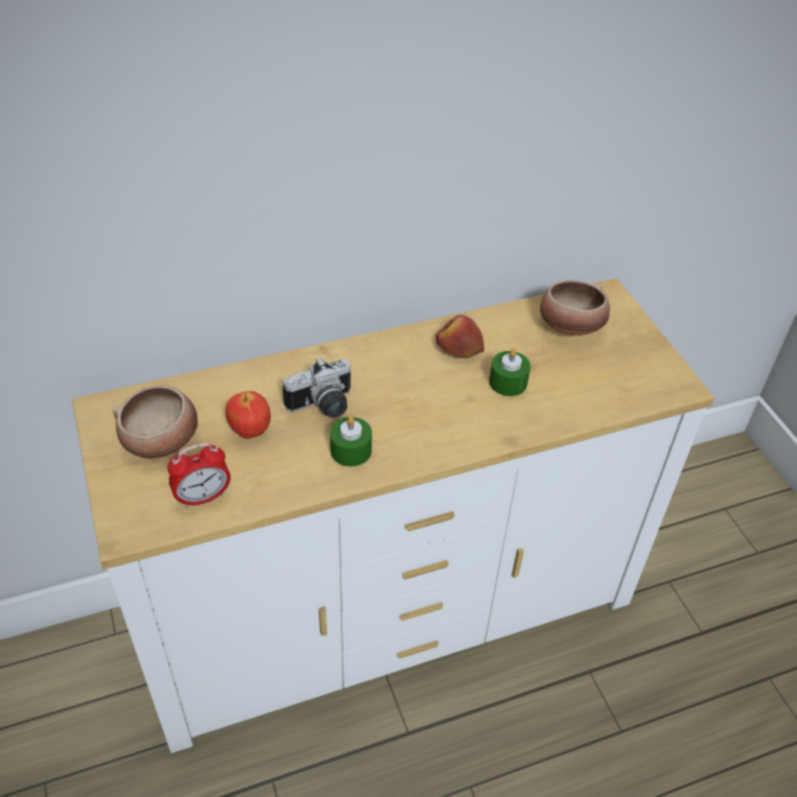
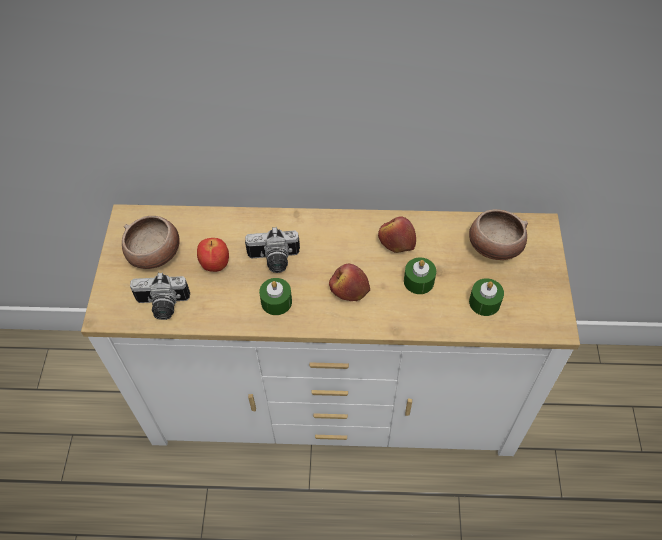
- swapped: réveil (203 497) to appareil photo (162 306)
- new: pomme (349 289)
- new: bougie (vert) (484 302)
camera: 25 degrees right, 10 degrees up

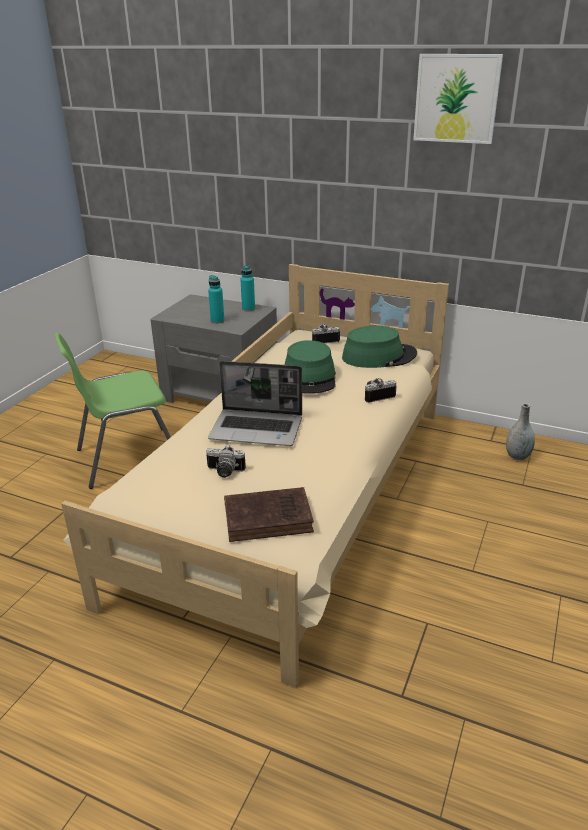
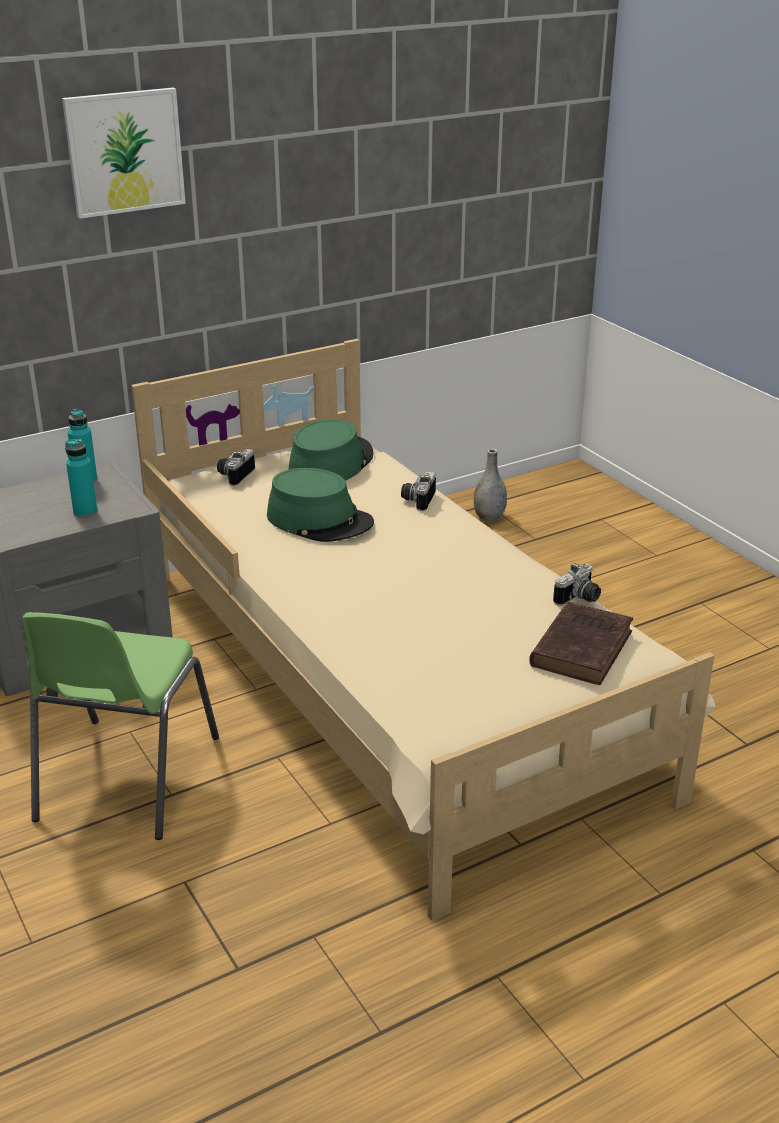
- shifted: tableau (456 98) to (125 152)
- gone: ordinateur portable (258 429)
- shifted: appareil photo (224 472) to (579 599)
camera: 55 degrees left, 0 degrees up

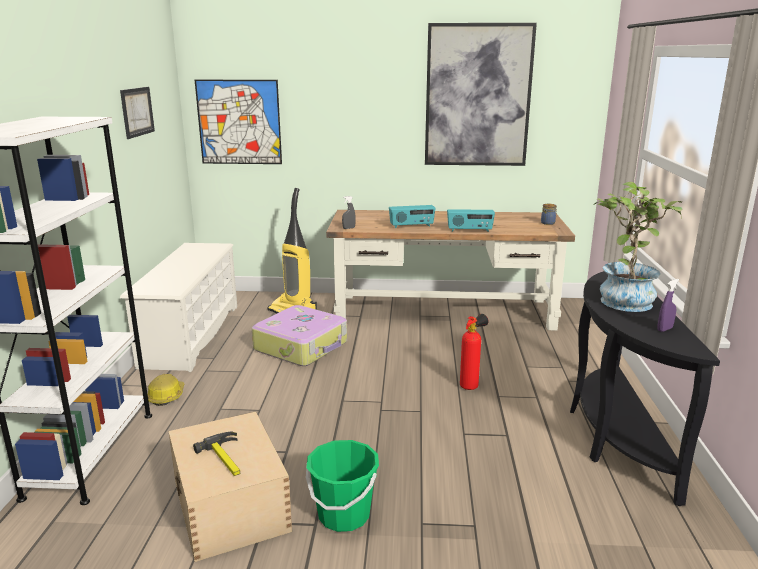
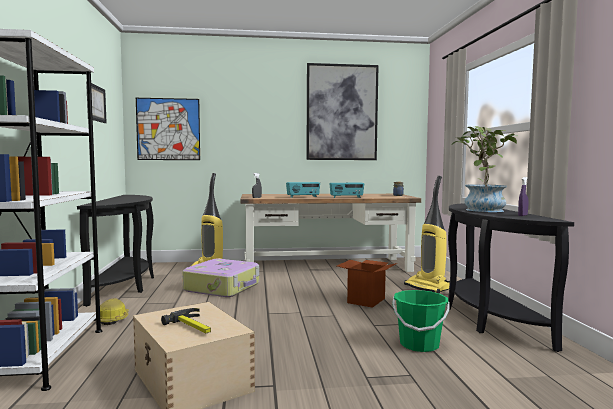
- swapped: étagère à chaussures (blanc) (191 335) to table console (noir) (126 285)
- swapped: extincteur (471 385) to carton (366 300)
- shifted: seau (vert) (343 515) to (419 344)
- new: aspirateur (427 287)
camera: 10 degrees left, 15 degrees down

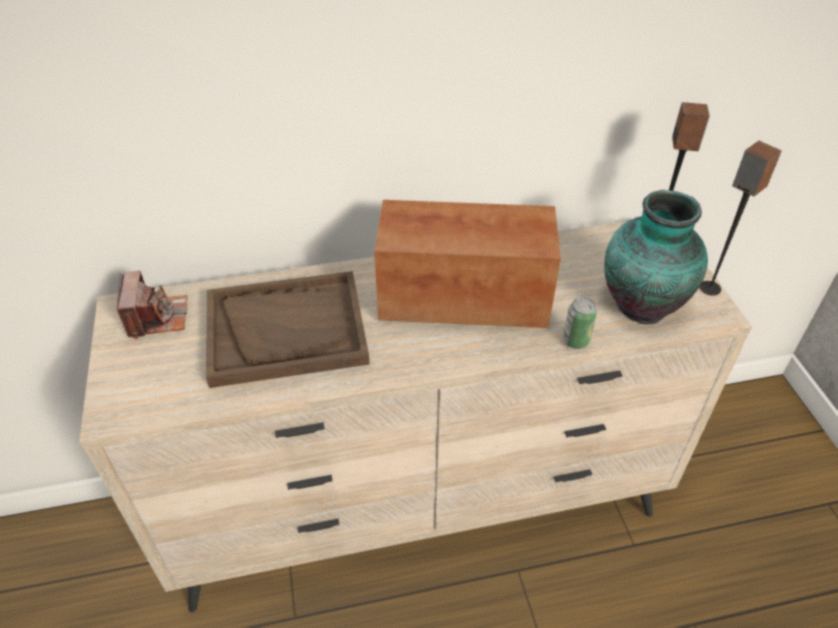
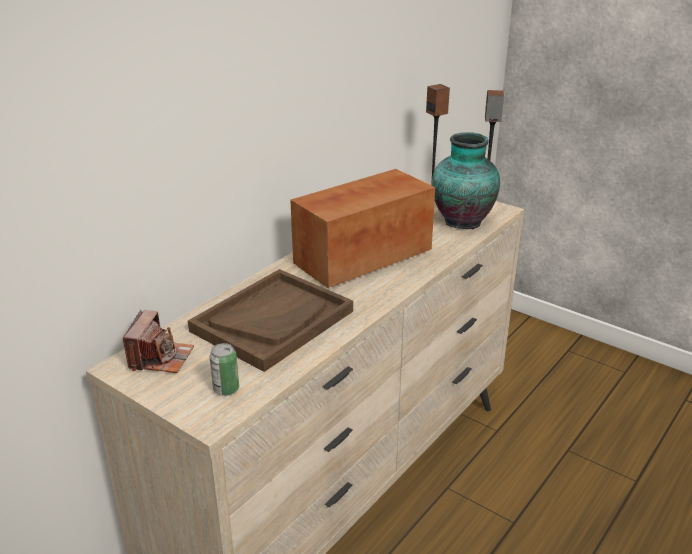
- rotated: appareil photo (157 317) = (160 358) 60 degrees clockwise
- shifted: boîte métallique (575 341) to (226 389)
camera: 40 degrees left, 15 degrees down

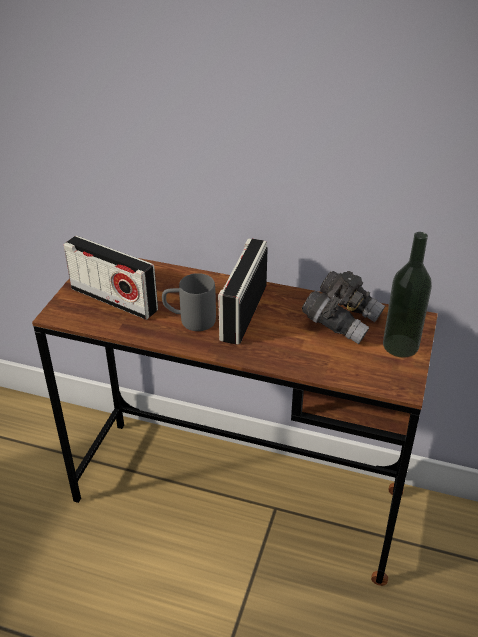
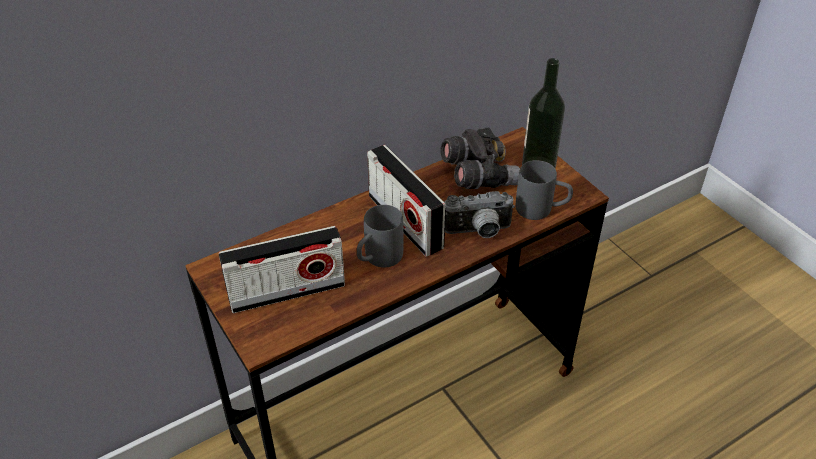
- new: mug (gris) (541 210)
- new: appareil photo (478 232)
camera: 50 degrees left, 5 degrees up

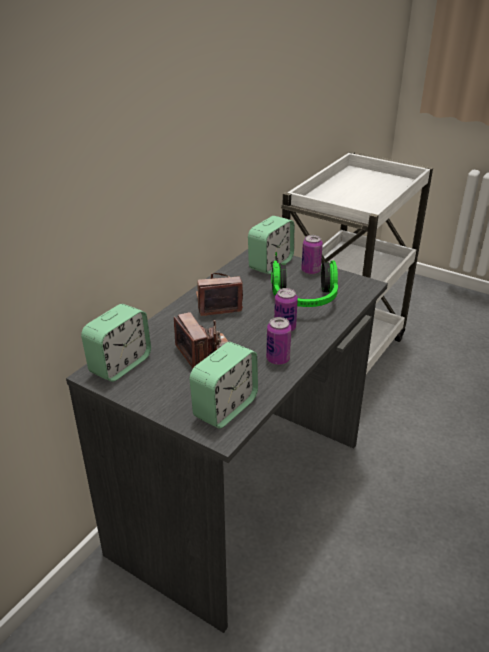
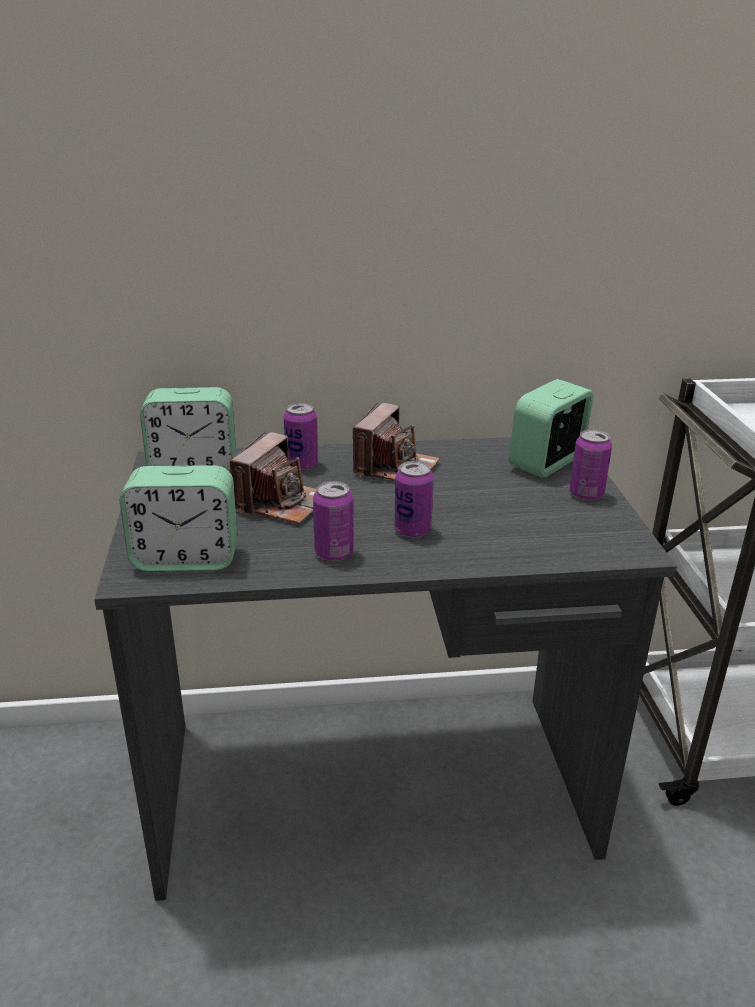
- rotated: réveil (270 264) = (547 463) 135 degrees clockwise
- gone: casque audio (304 300)
- rotated: appareil photo (217 304) = (395 468) 75 degrees clockwise
- new: boîte métallique (302 465)
camera: 50 degrees right, 5 degrees down

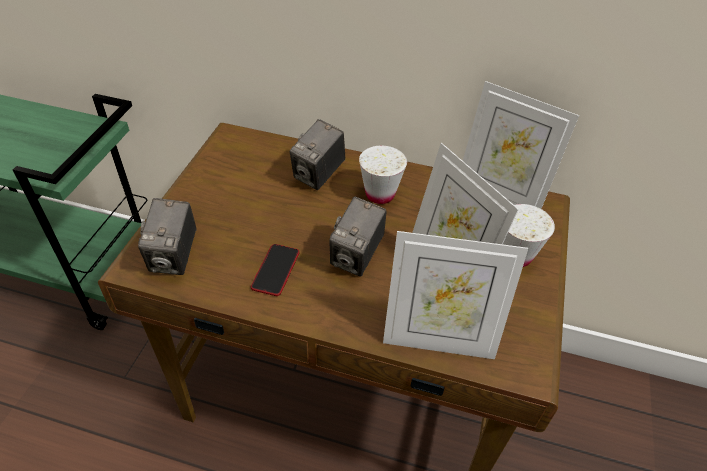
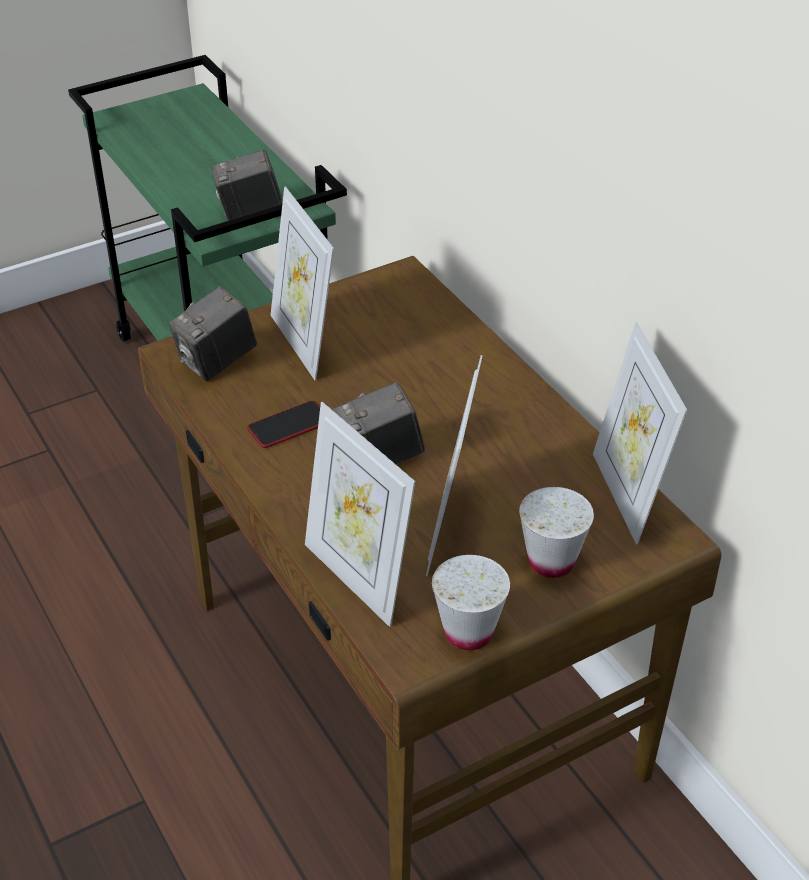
- shifted: appareil photo (318 175) to (250 213)
- shifted: tasse (blanc) (380 194) to (468 632)
- new: cadre photo (303 343)
camera: 45 degrees right, 5 degrees down

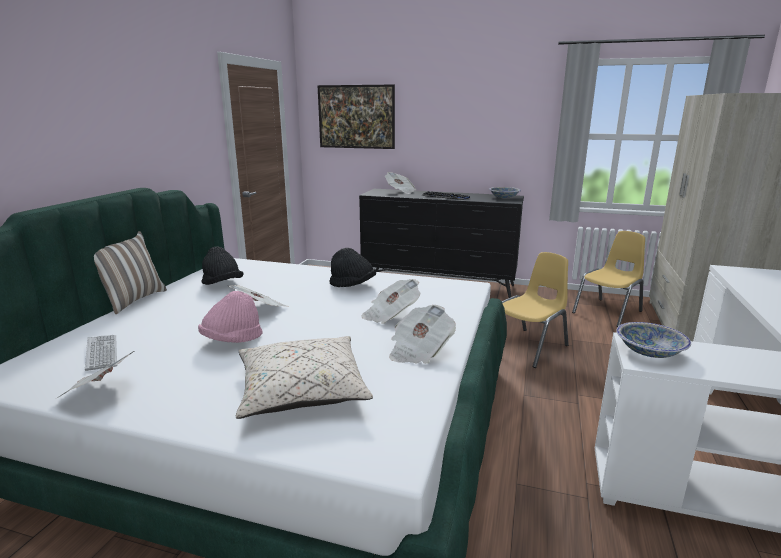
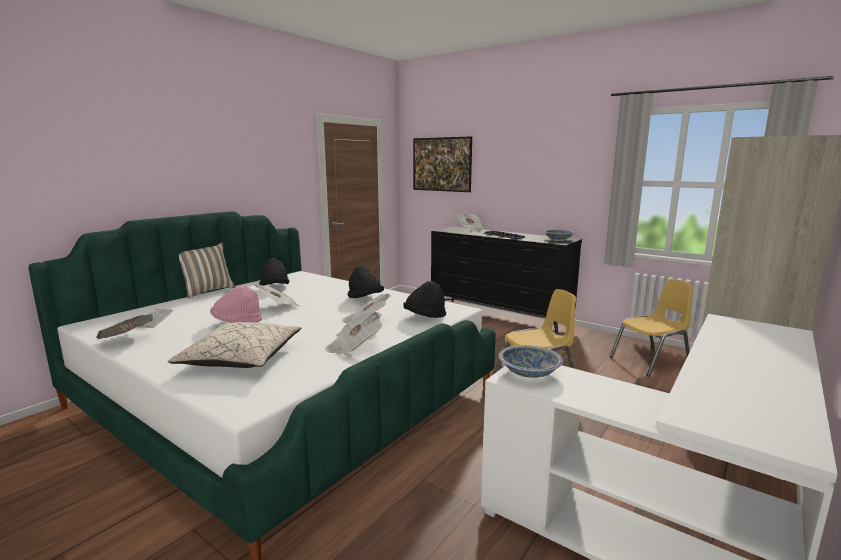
- new: chapeau (noir) (425 317)
camera: 20 degrees right, 5 degrees down

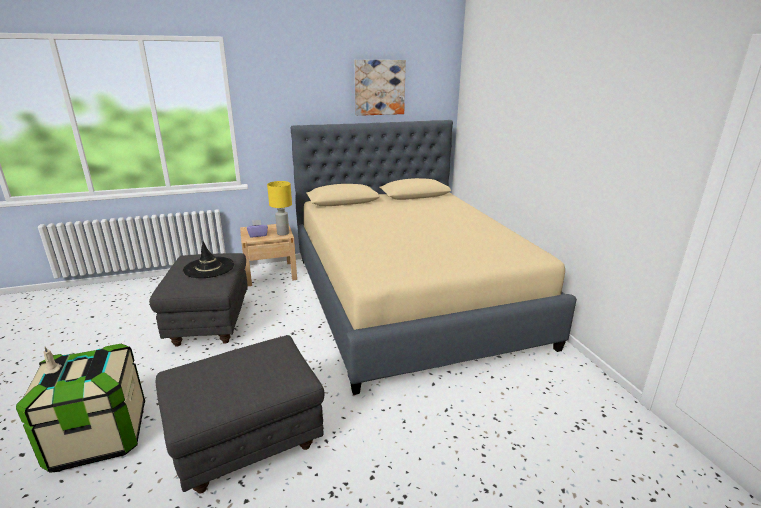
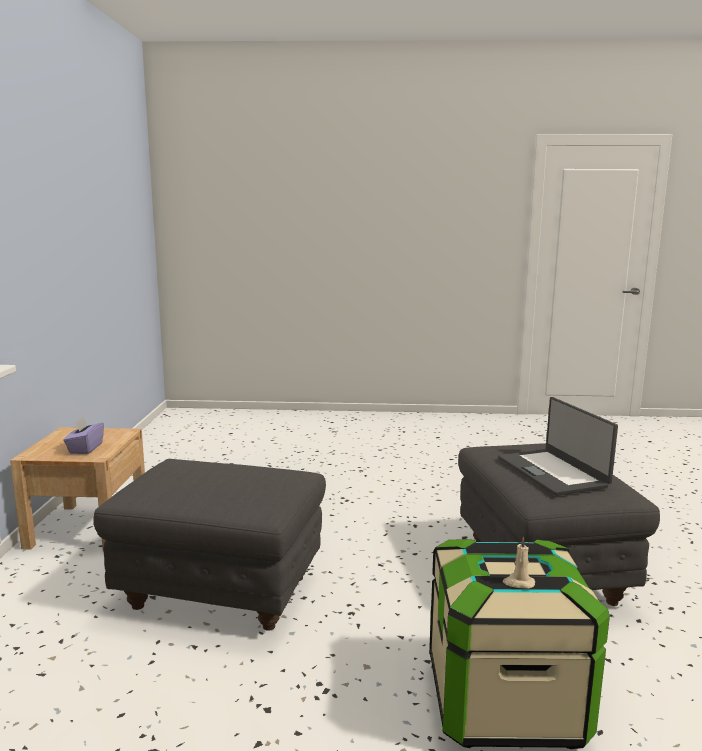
- gone: tableau (379 87)
- gone: lit (beige) (409 298)
- gone: lampe de table (jaune) (282 233)
- gone: chapeau (noir) (209 268)
- new: ordinateur portable (553 472)
camera: 70 degrees left, 10 degrees down

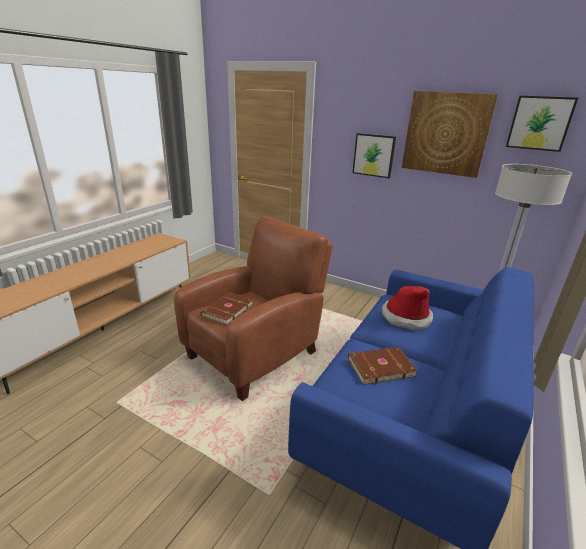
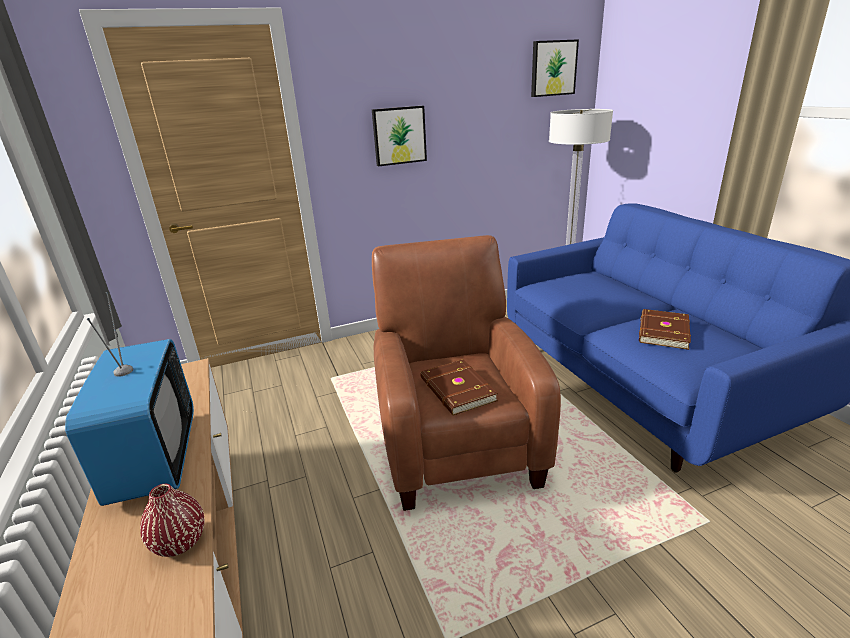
- gone: tableau (446 133)
- gone: chapeau (405 317)
- new: téléviseur (155 458)
- new: vase (rouge) (180 542)
camera: 50 degrees left, 0 degrees up

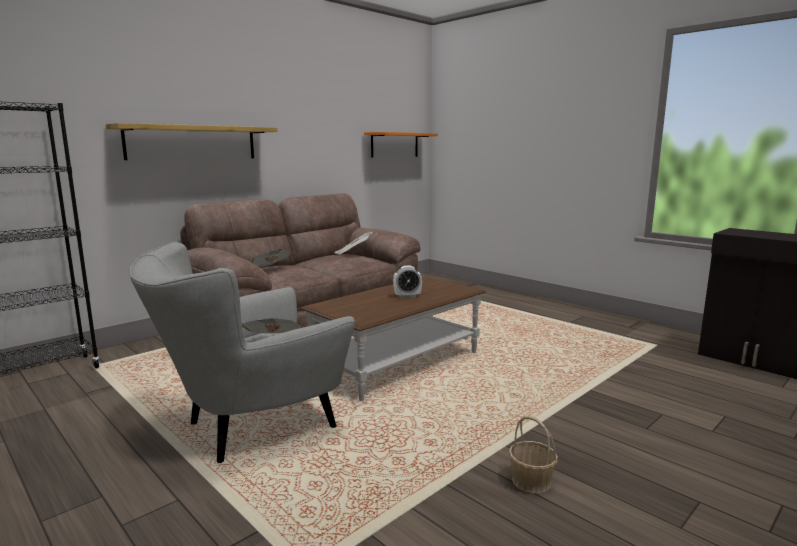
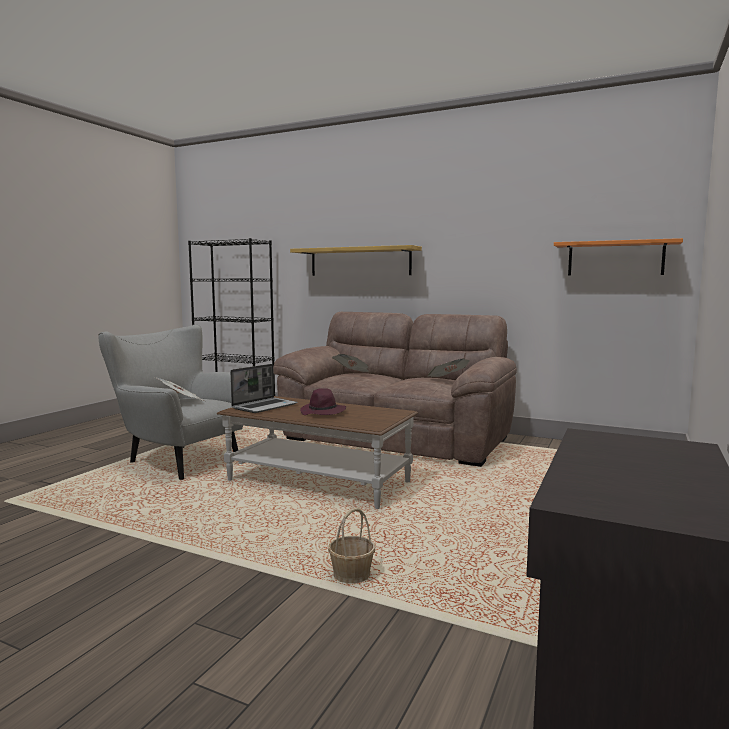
- swapped: réveil (407 296) to chapeau (violet) (323 412)
- shifted: panier (531 481) to (351 575)
- new: ordinateur portable (265 406)
camera: 70 degrees right, 5 degrees down

